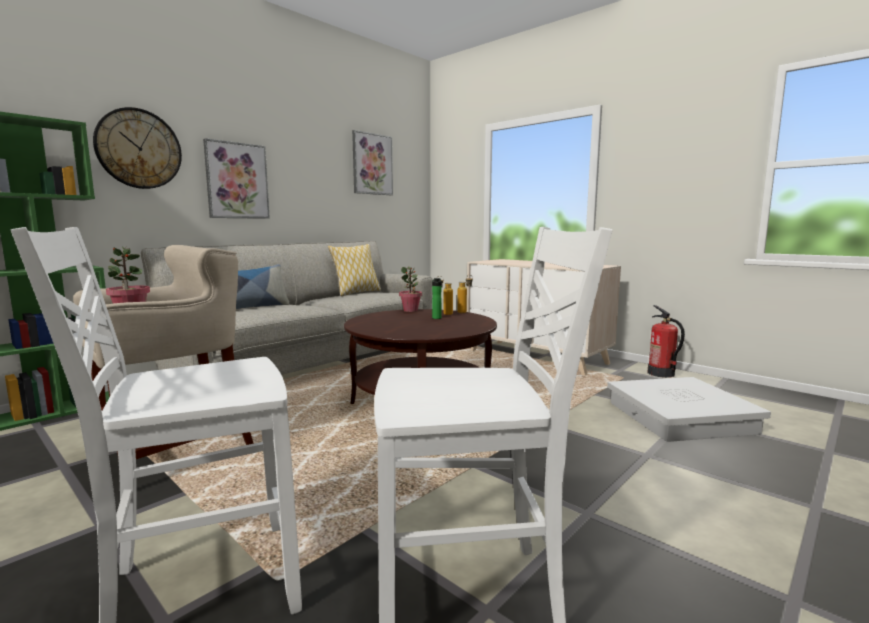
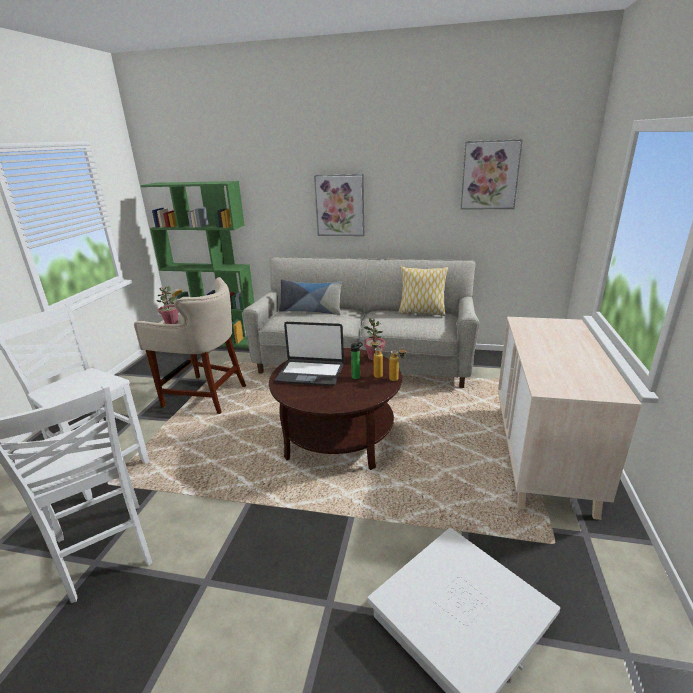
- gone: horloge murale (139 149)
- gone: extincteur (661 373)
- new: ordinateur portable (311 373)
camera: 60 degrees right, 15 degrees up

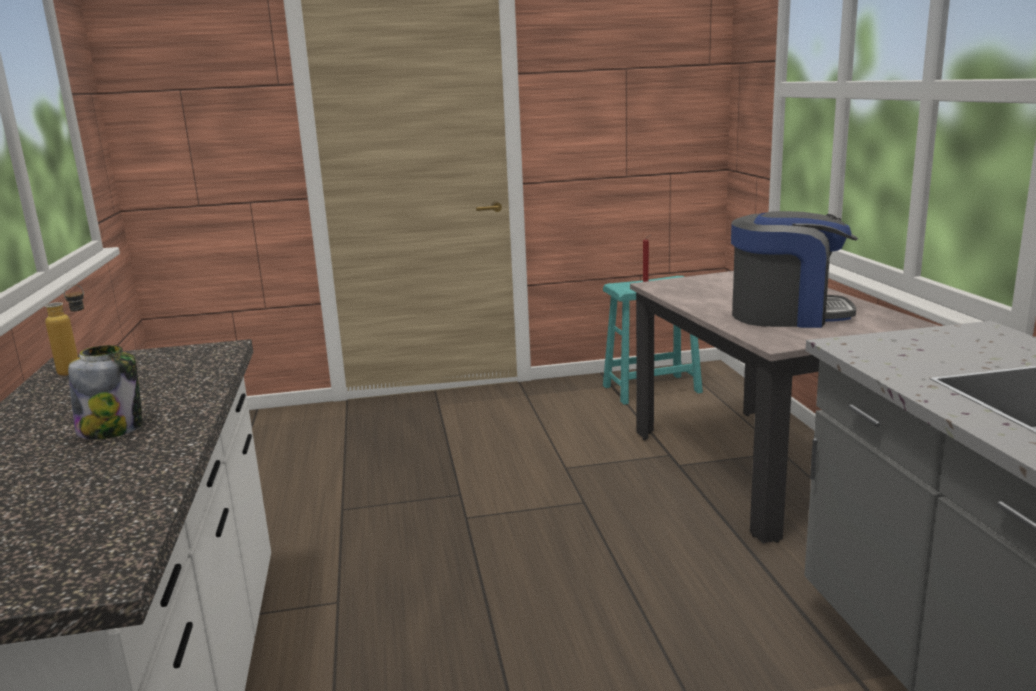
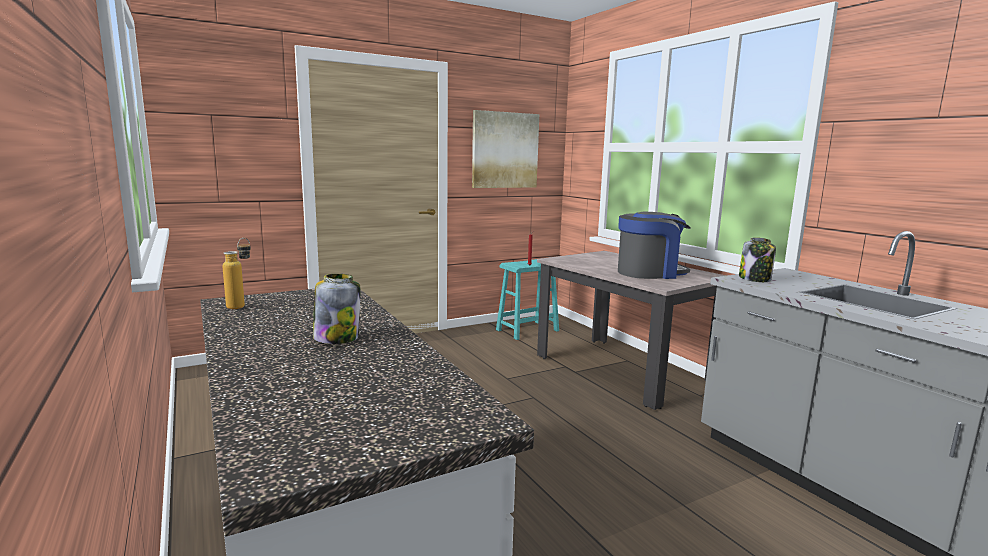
- new: tableau (505 150)
- new: bocal (755 279)
camera: 20 degrees left, 5 degrees down

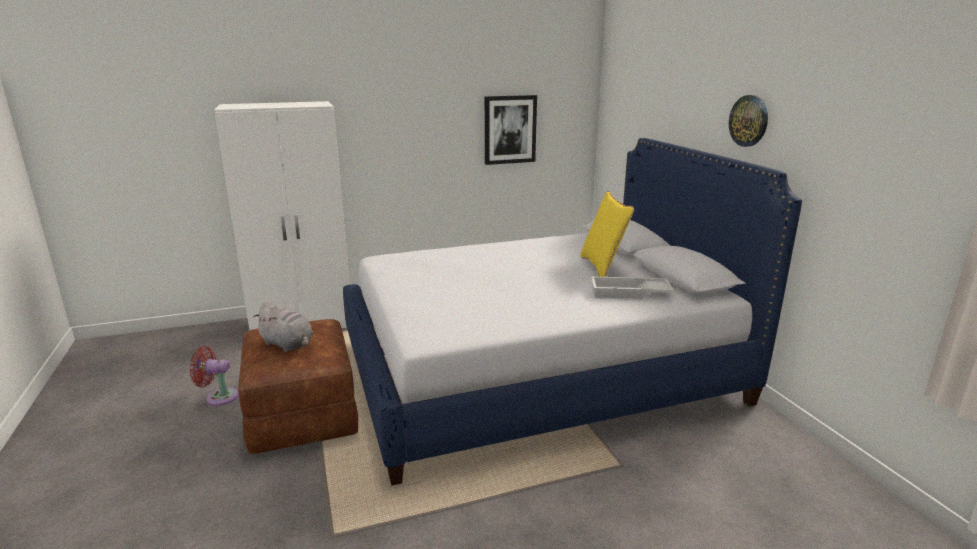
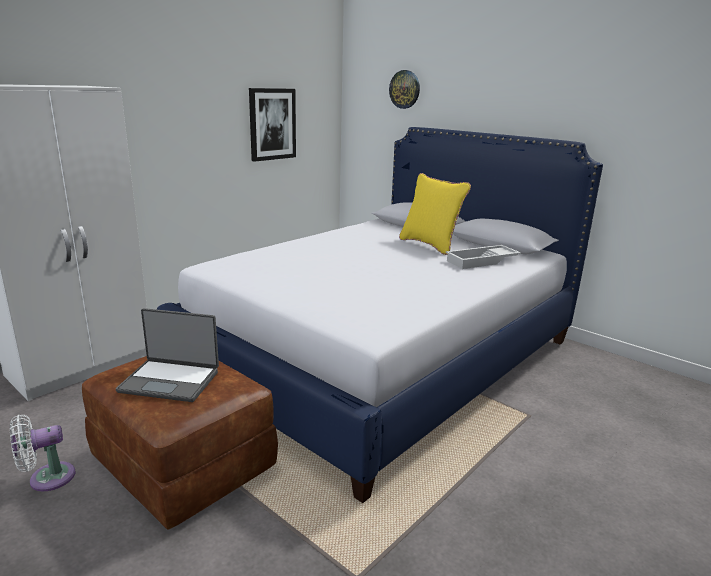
- shifted: horloge murale (749 121) to (404 89)
- swapped: peluche (gris) (288 344) to ordinateur portable (171 381)
- repainted: ventilateur (rouge) (219 397) to ventilateur (blanc) (47 478)
camera: 30 degrees left, 0 degrees up

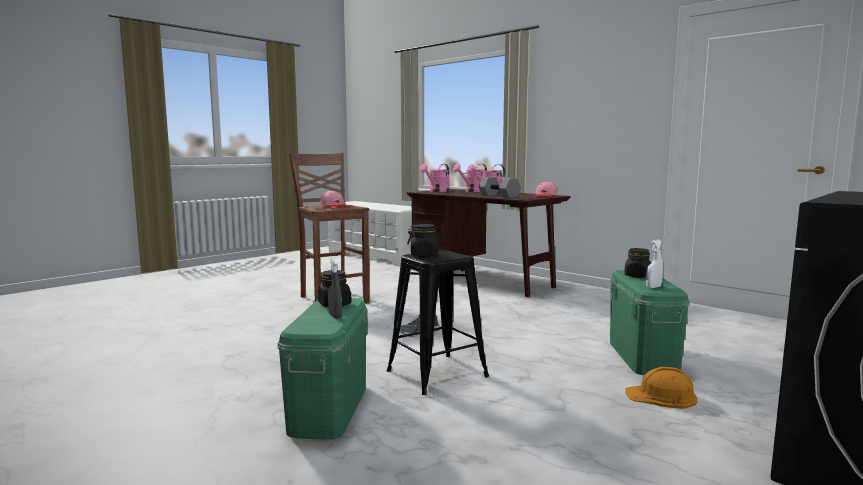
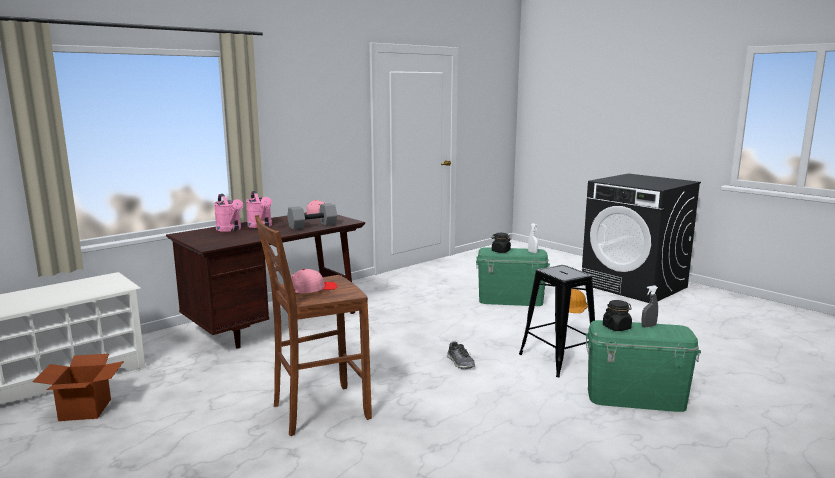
- gone: arrosoir (rose) (437 191)
- gone: bocal (noir) (424 255)
- new: carton (85 410)
camera: 85 degrees left, 5 degrees up

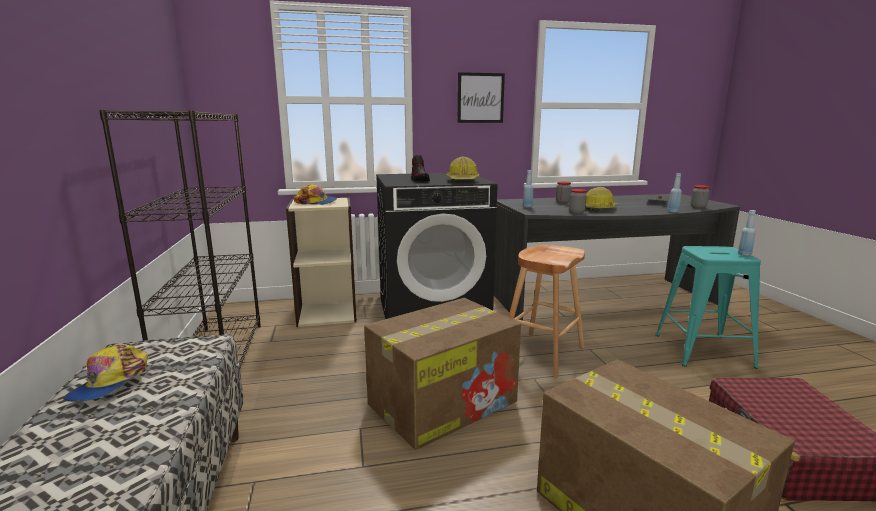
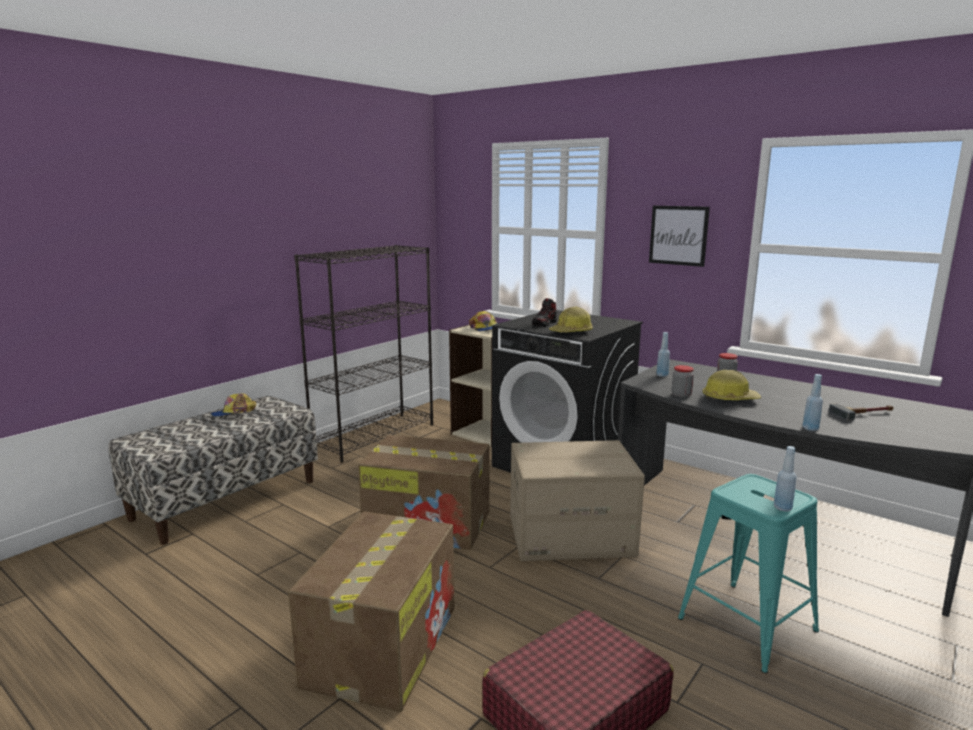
- gone: bocal (698 207)
- swapped: tabouret (marron) (542 353) to carton (570 535)
camera: 50 degrees right, 0 degrees up

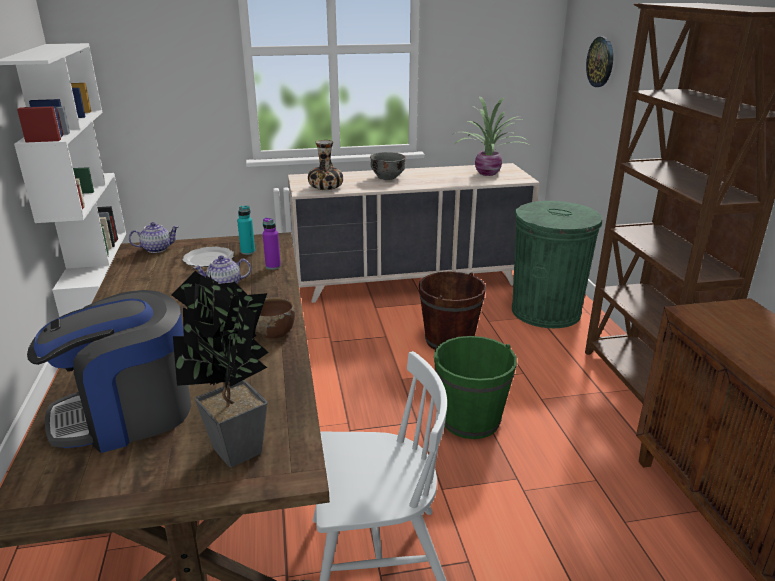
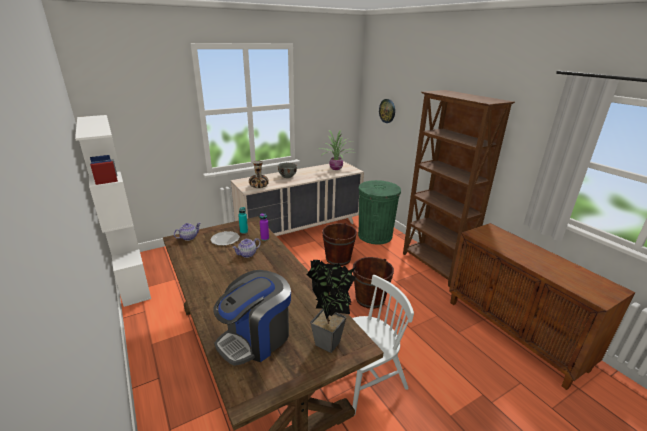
- gone: bol (marron) (274 332)
- repainted: seau (vert) (470 420) to seau (marron) (370 299)
camera: 20 degrees left, 0 degrees up

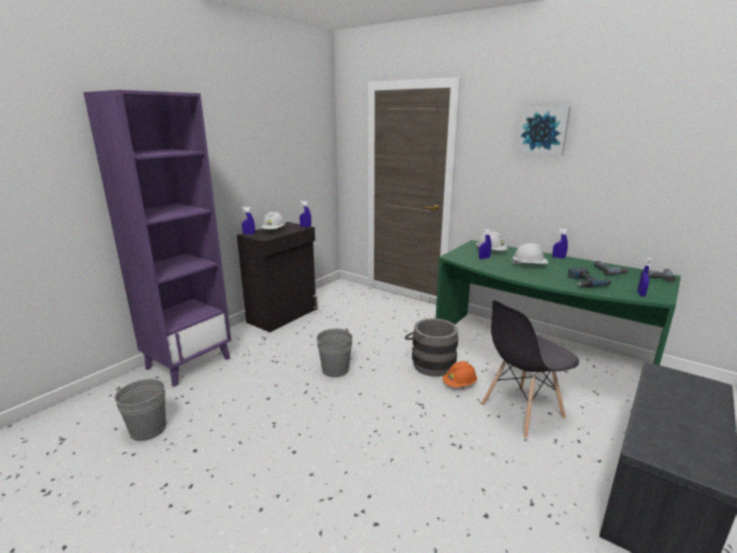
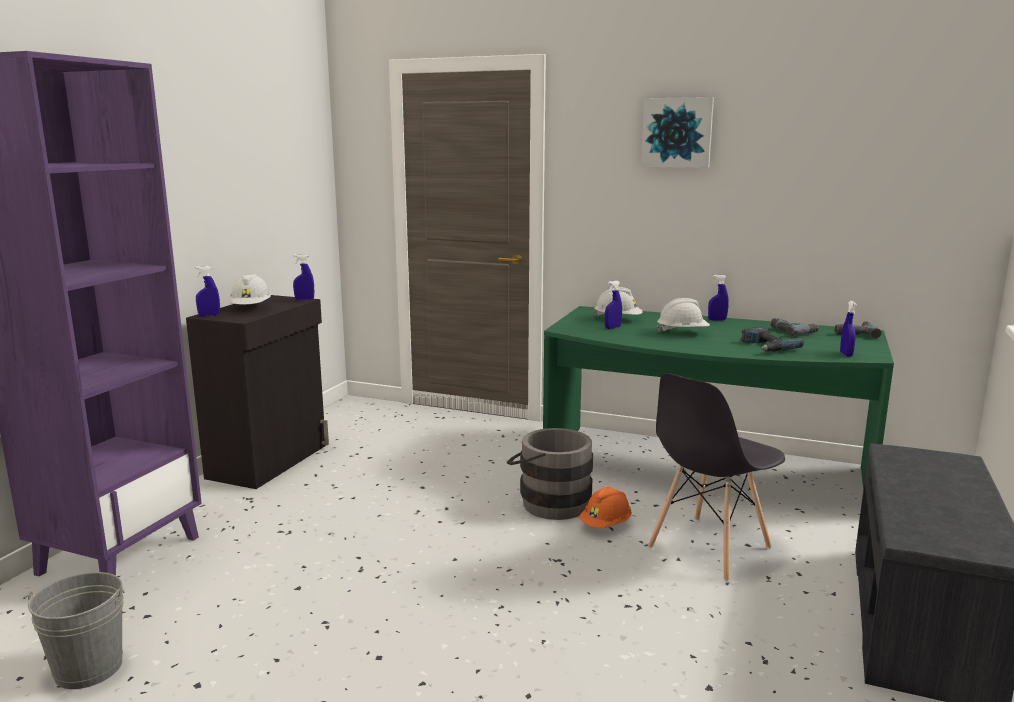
- gone: seau (gris) (335 369)
camera: 15 degrees left, 5 degrees down

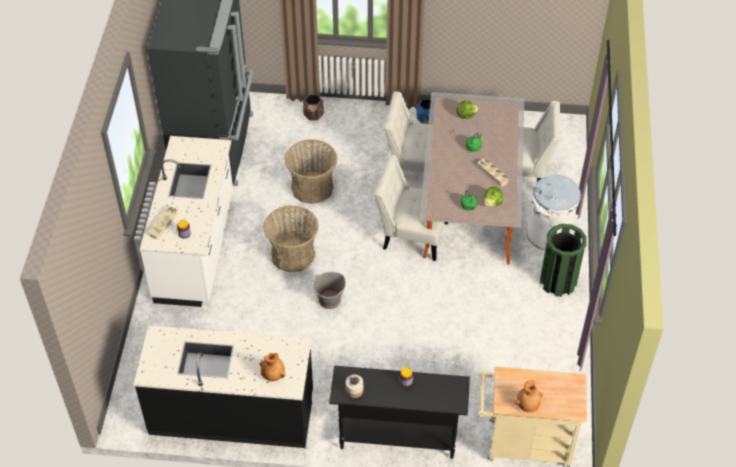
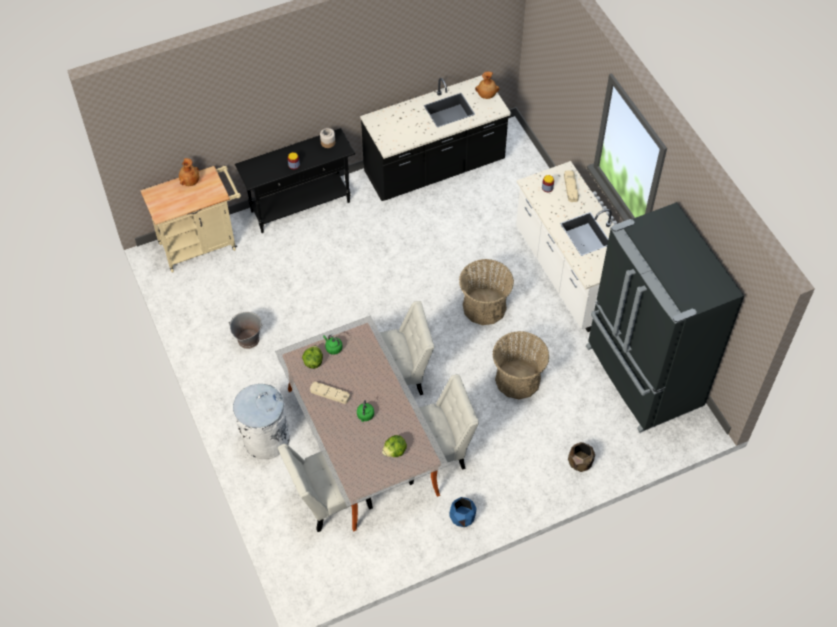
- gone: poubelle (vert) (558 282)
- shifted: seau (gris) (330 300) to (248 339)
- shifted: vase (marron) (273 374) to (486 95)
camera: 150 degrees right, 5 degrees up

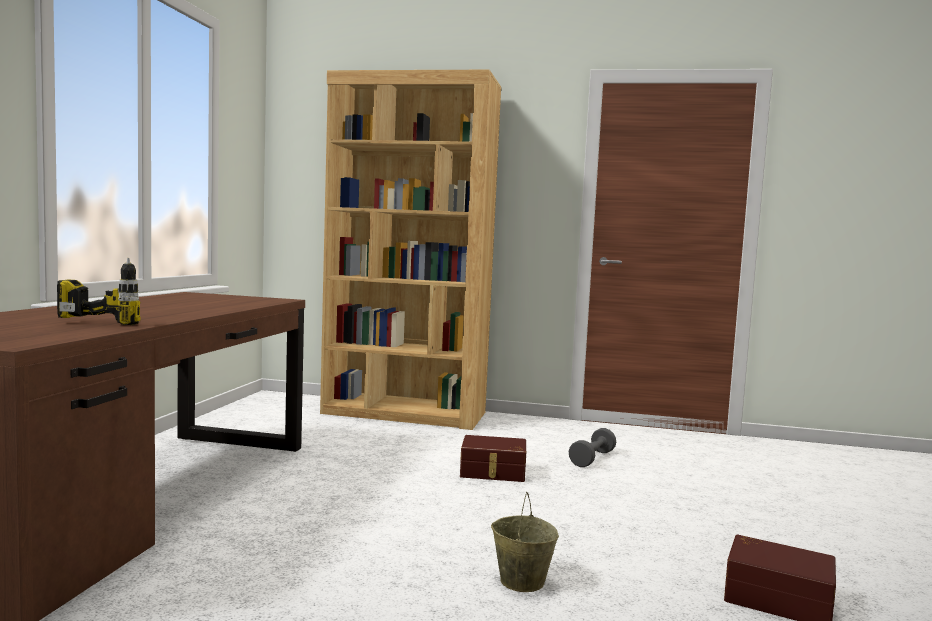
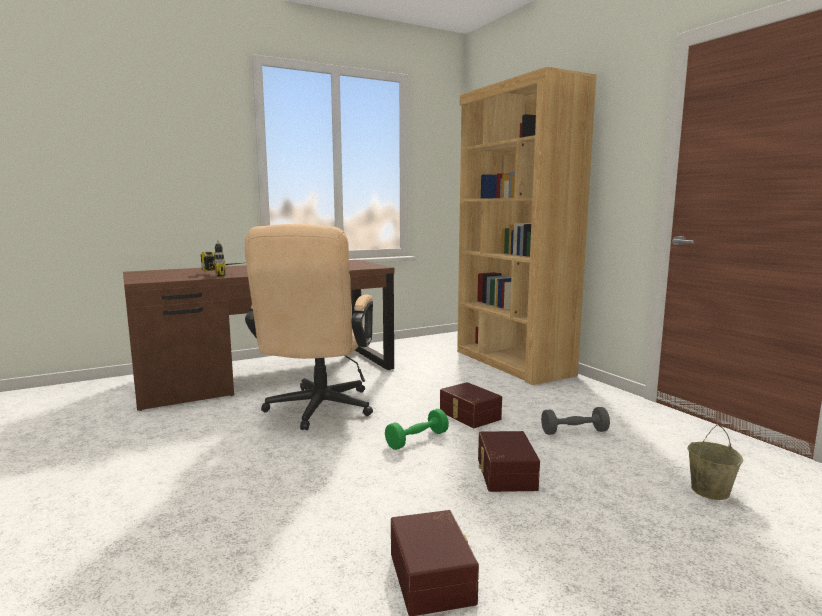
- shifted: seau (beige) (521 581) to (709 490)
- new: chaise de bureau (beige) (317 411)
- new: haltère (vert) (417 440)
- new: boîte de rangement (marron) (504 474)
camera: 50 degrees right, 5 degrees up

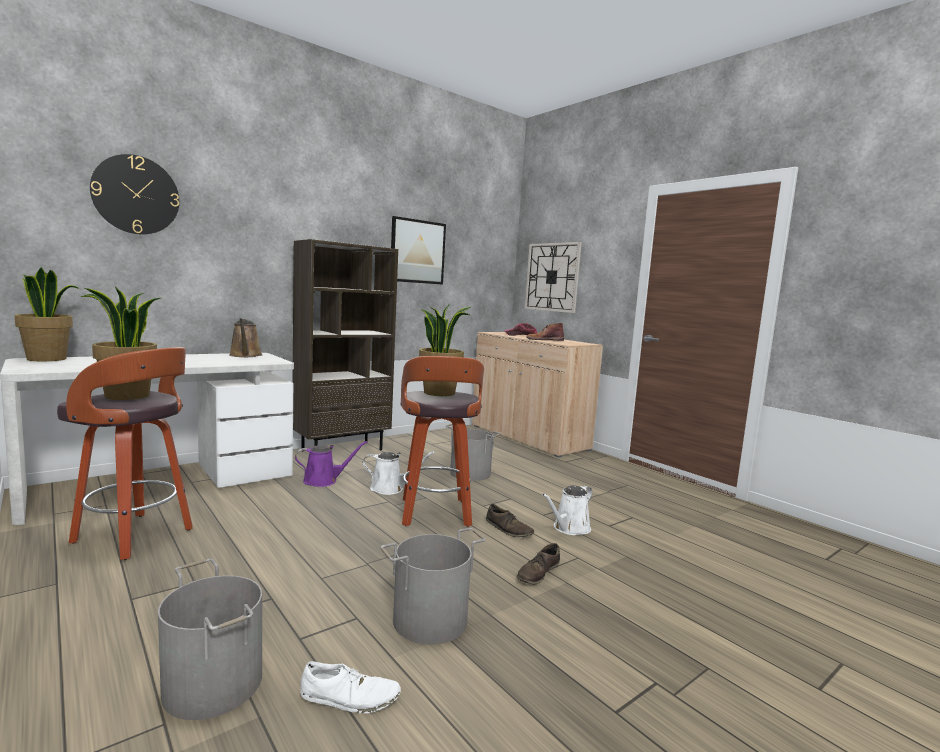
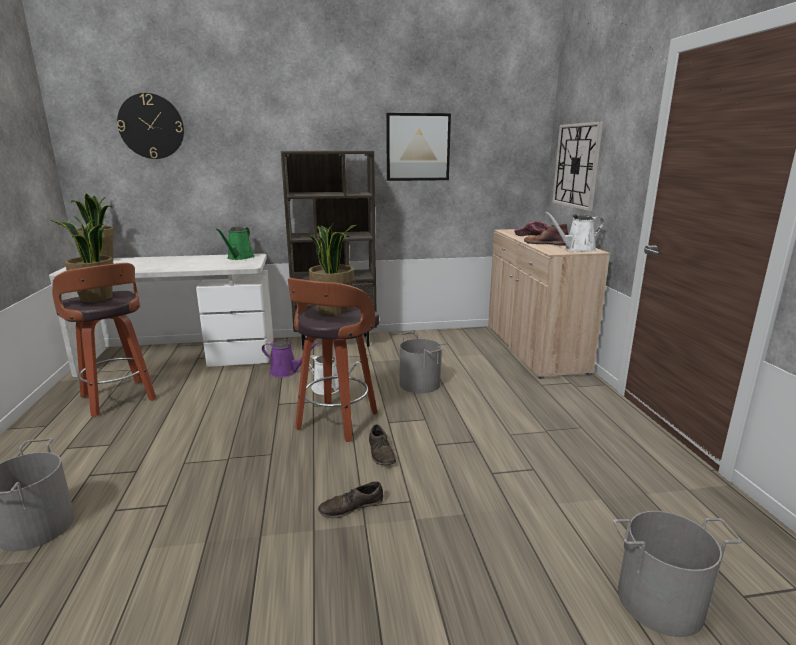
- repainted: arrosoir (marron) (245 355) to arrosoir (vert) (239 257)
- shifted: arrosoir (blanc) (569 528) to (577 249)
- shifted: seau (gris) (430 620) to (660 602)
- gone: chaussure (blanc) (350 697)
camera: 30 degrees right, 10 degrees up

